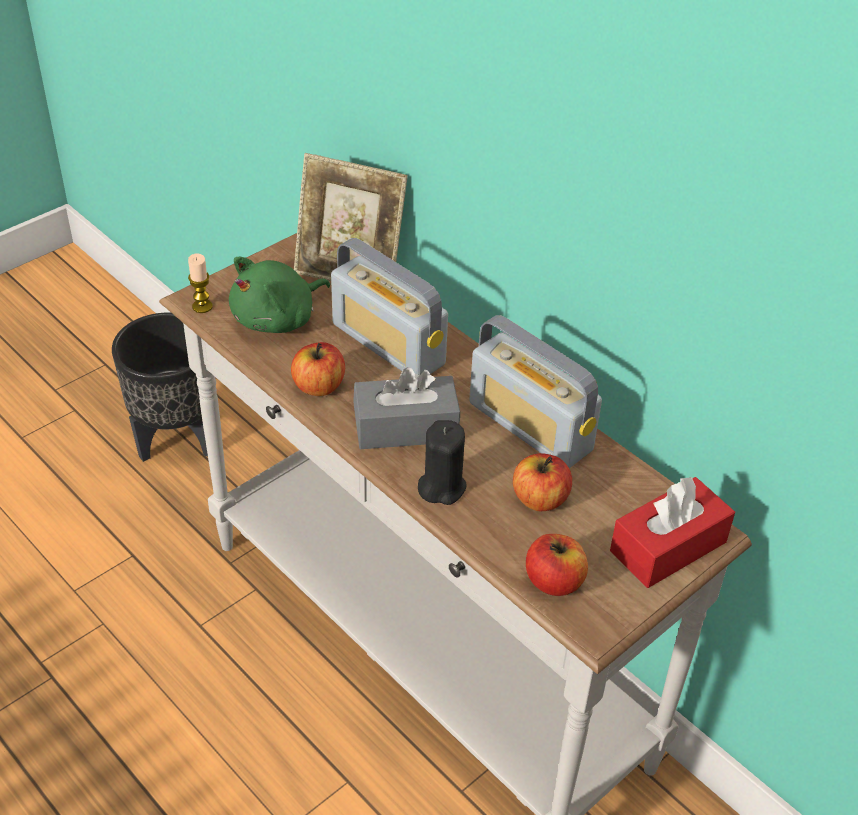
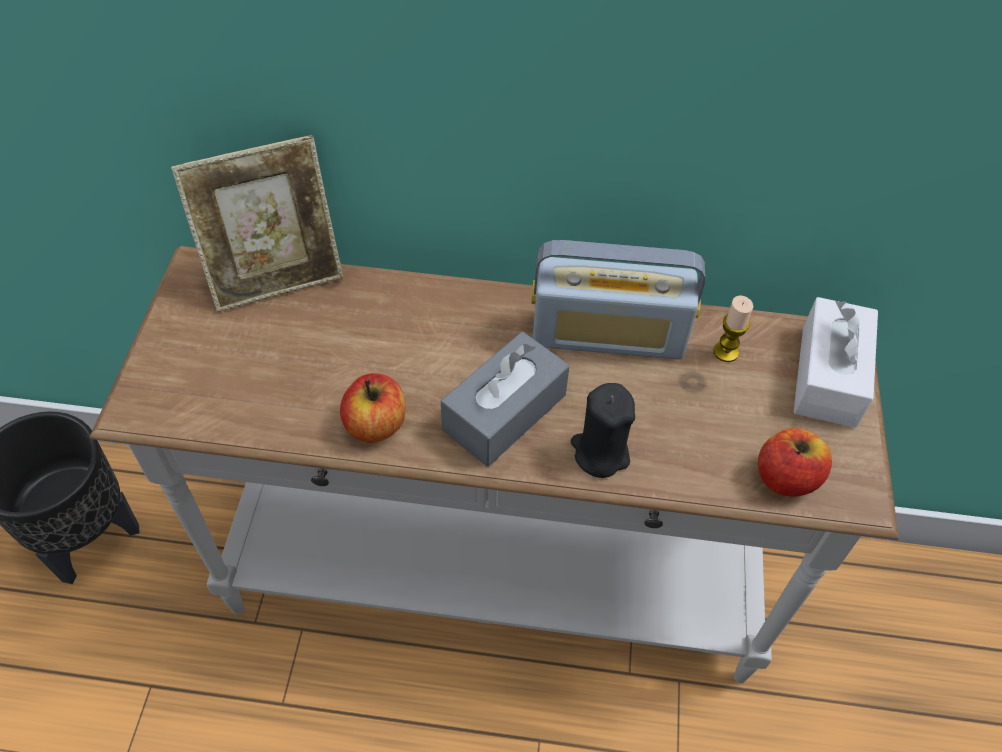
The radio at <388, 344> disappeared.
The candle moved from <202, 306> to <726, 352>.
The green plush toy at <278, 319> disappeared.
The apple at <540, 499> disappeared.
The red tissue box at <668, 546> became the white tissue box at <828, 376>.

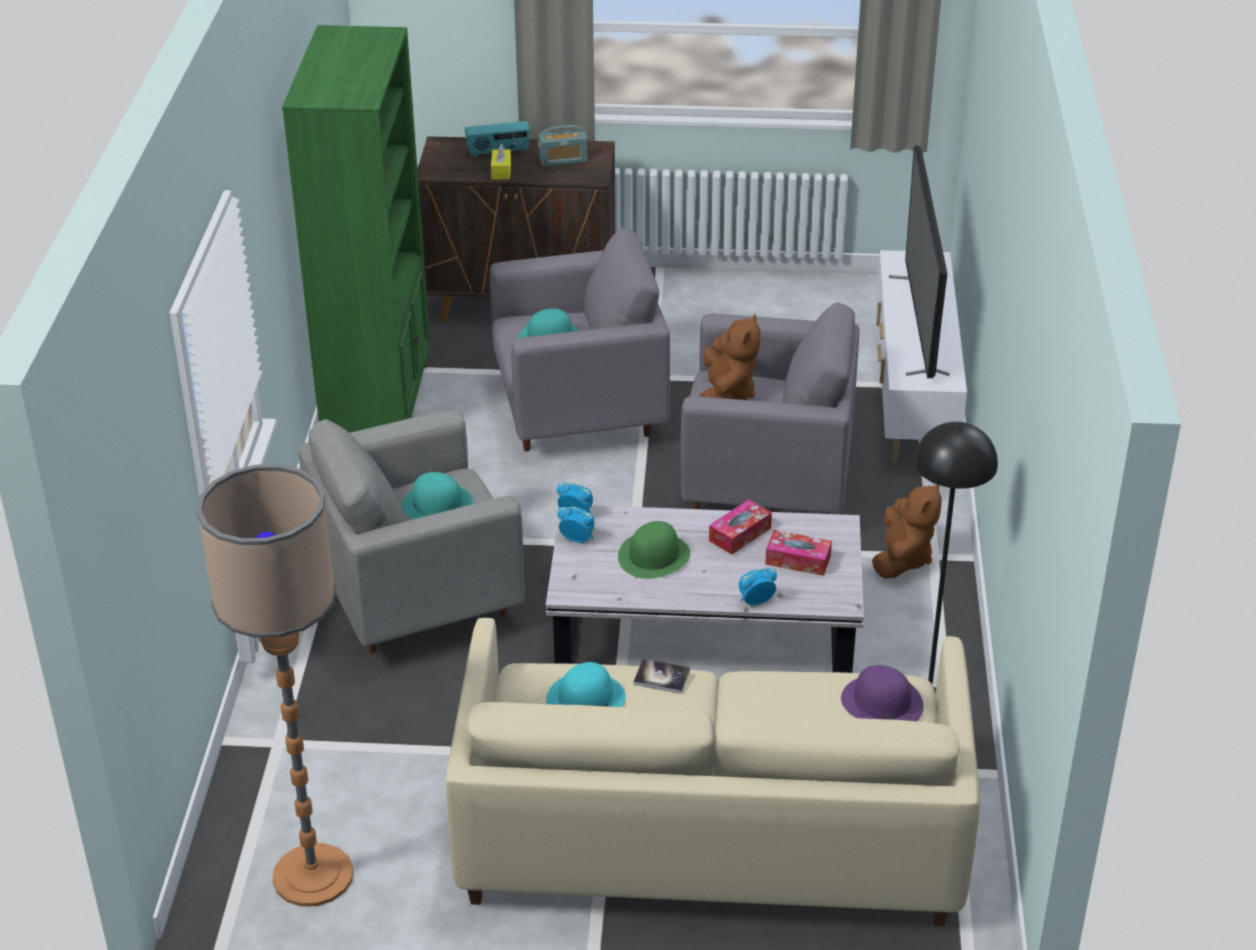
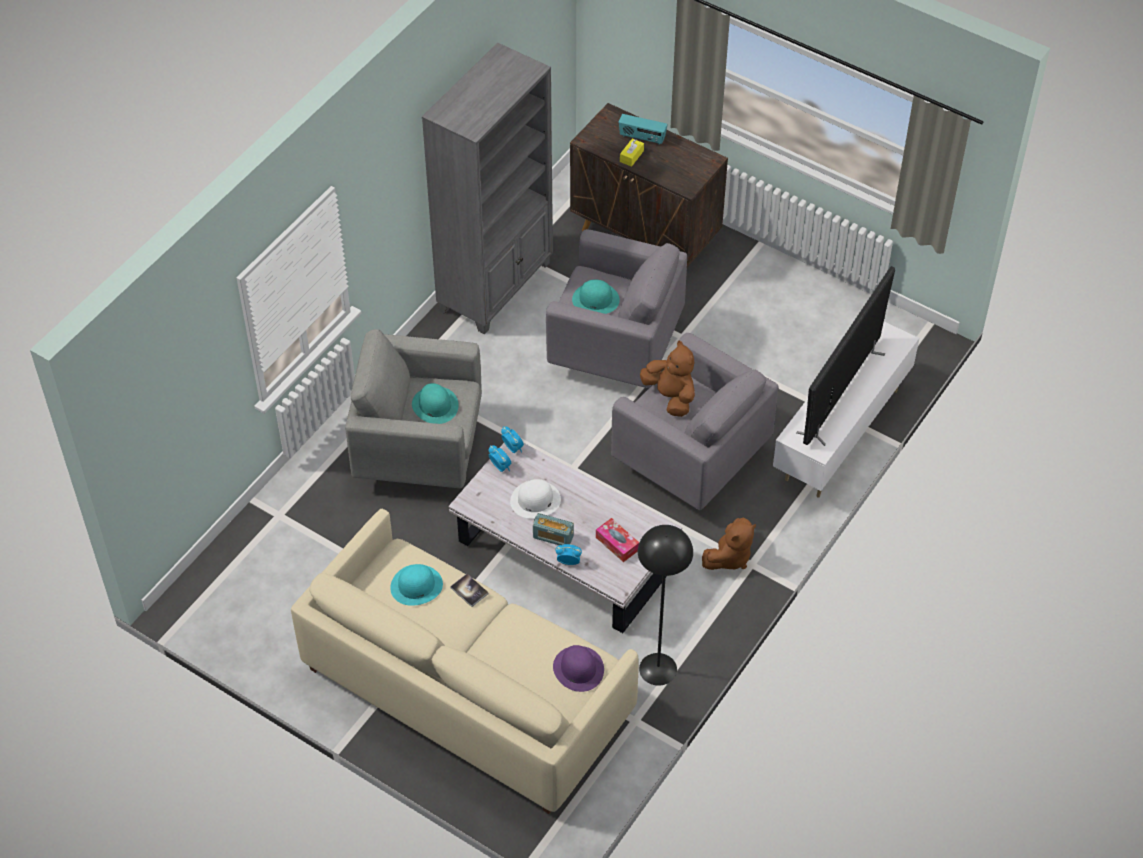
The green bookcase at <379, 405> became the grey bookcase at <496, 286>.
The radio moved from <563, 160> to <553, 537>.
The brown plush toy at <726, 395> turned 75 degrees counterclockwise.
The floor lamp at <313, 876> disappeared.
The tissue box at <740, 534> disappeared.
The green hat at <654, 556> became the white hat at <535, 500>.

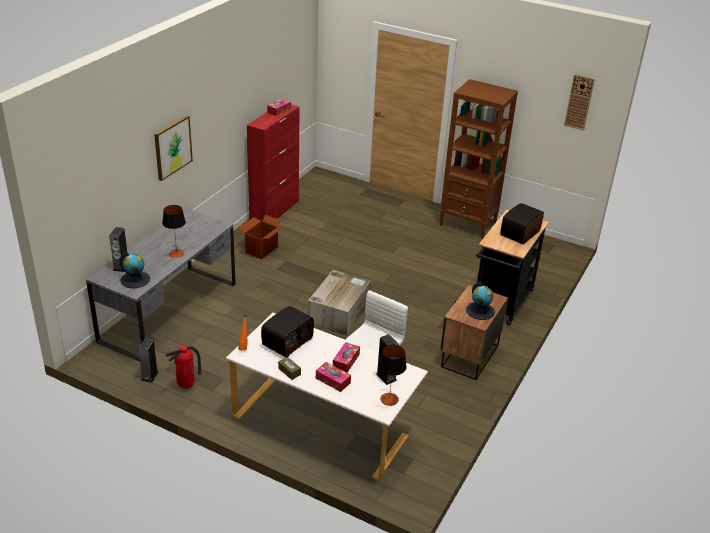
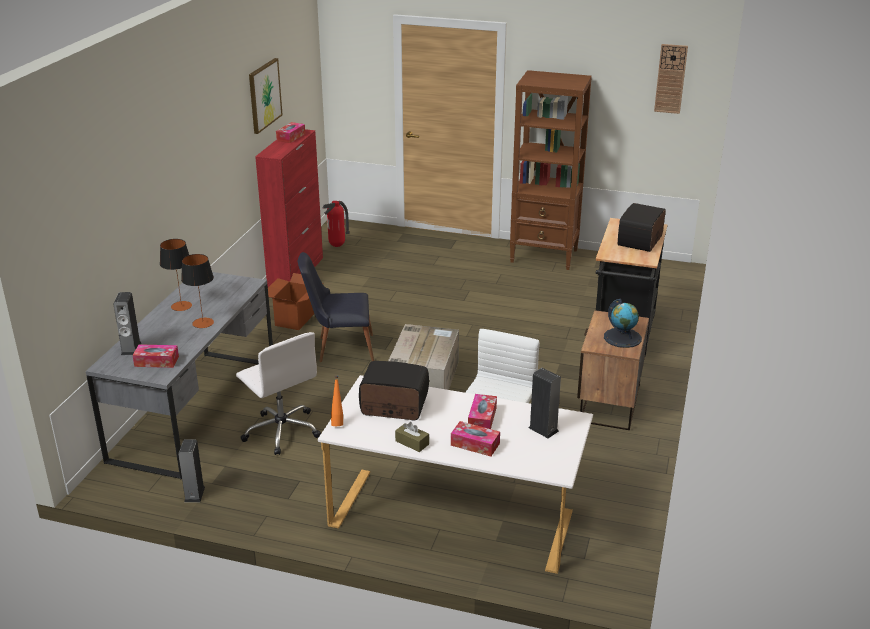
The picture moved from <172, 147> to <264, 95>.
The globe at <135, 279> was replaced by the tissue box at <156, 361>.
The radio at <287, 341> turned 105 degrees counterclockwise.
The fire extinguisher moved from <186, 386> to <337, 246>.
The table lamp moved from <389, 399> to <181, 306>.
The black chair at <339, 348> appeared.
The white office chair at <281, 431> appeared.

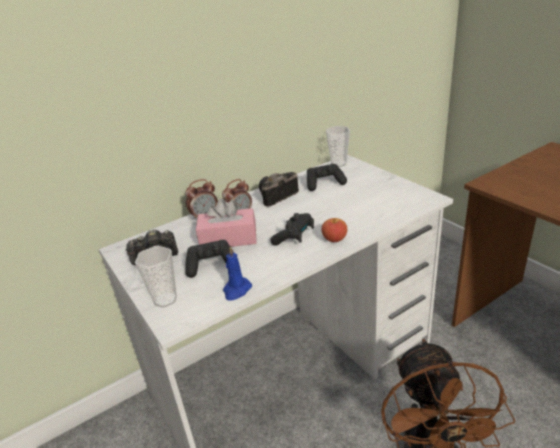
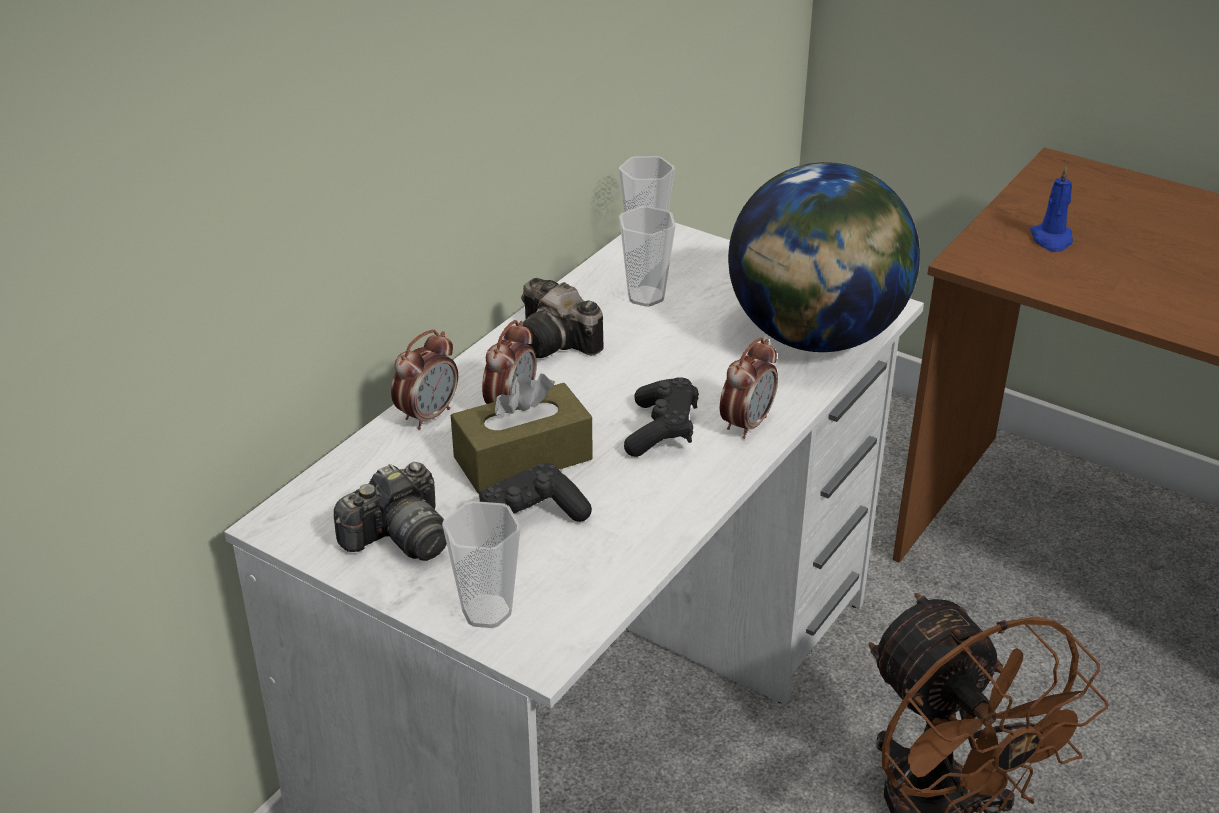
The black game controller at <324, 183> was replaced by the cup at <645, 296>.
The photo camera at <275, 197> turned 75 degrees counterclockwise.
The pink tissue box at <228, 239> became the brown tissue box at <523, 458>.
The apple at <334, 239> was replaced by the alarm clock at <747, 424>.
The blue candle moved from <236, 290> to <1051, 240>.
The globe at <815, 337> appeared.

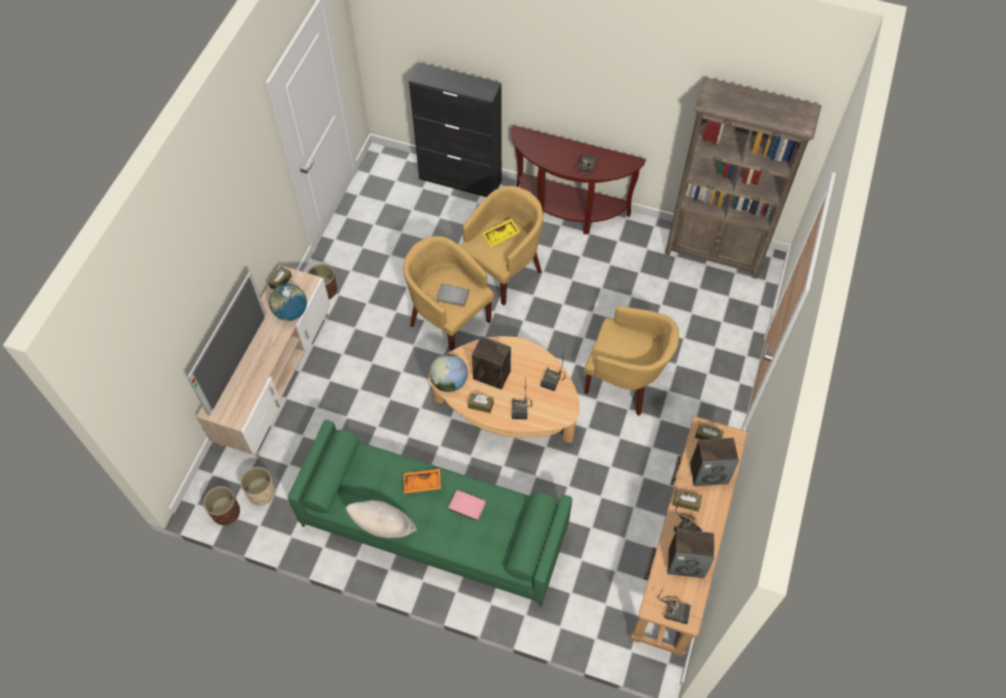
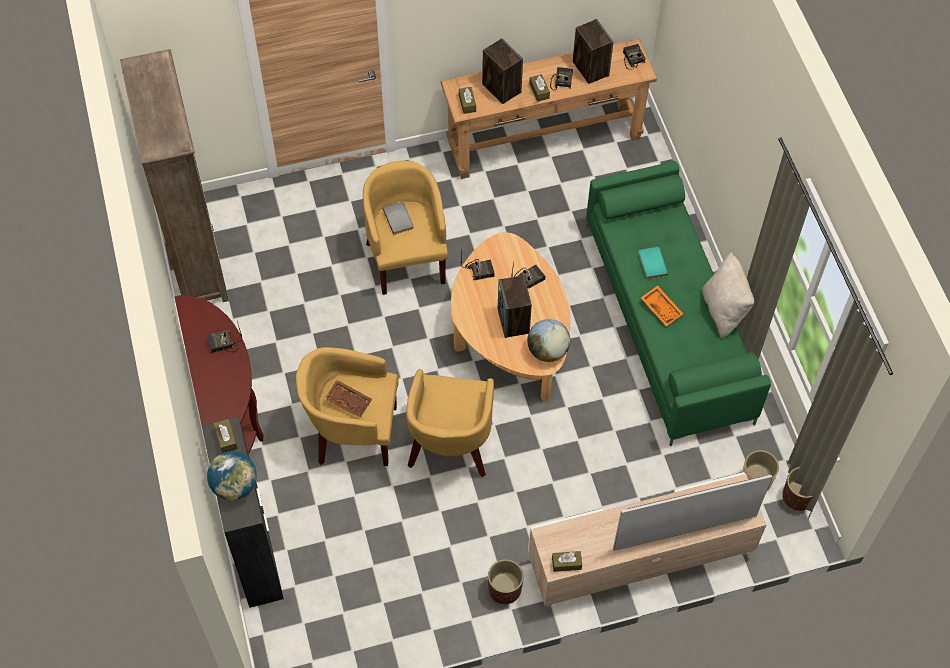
The yellow tray at <501, 236> became the brown tray at <349, 401>.
The globe moved from <291, 312> to <235, 486>.
The grey book moved from <452, 297> to <399, 219>.
The brown tissue box moved from <480, 405> to <226, 439>.
The pink book at <467, 505> became the turquoise book at <651, 264>.

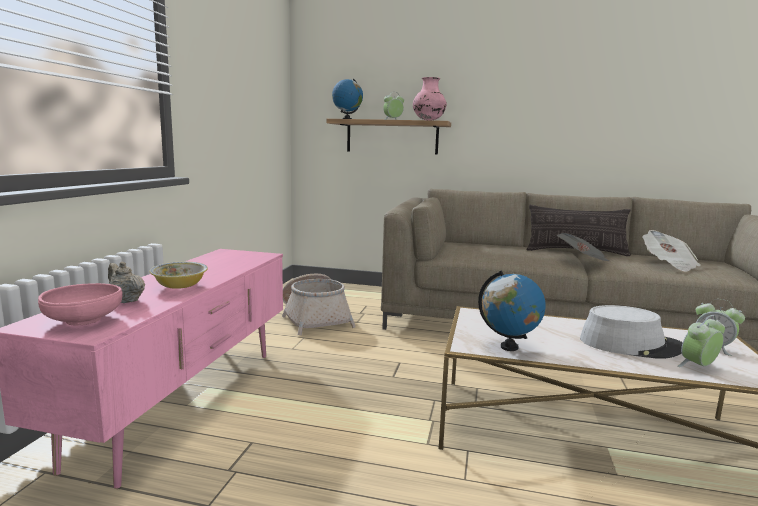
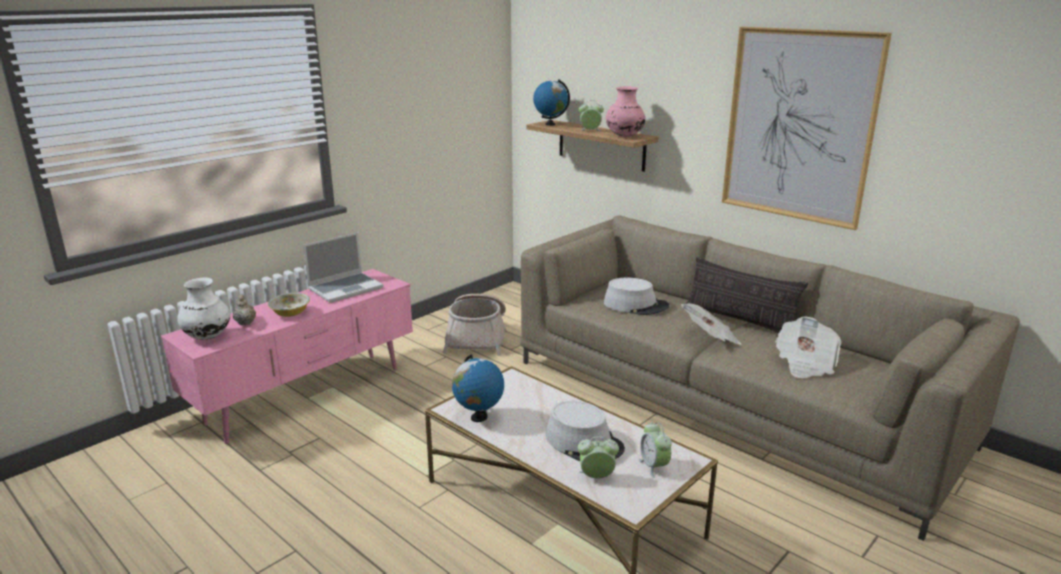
The pink bowl at <83, 320> was replaced by the white vase at <207, 336>.
The picture at <798, 126> appeared.
The laptop at <346, 288> appeared.
The grey hat at <635, 305> appeared.

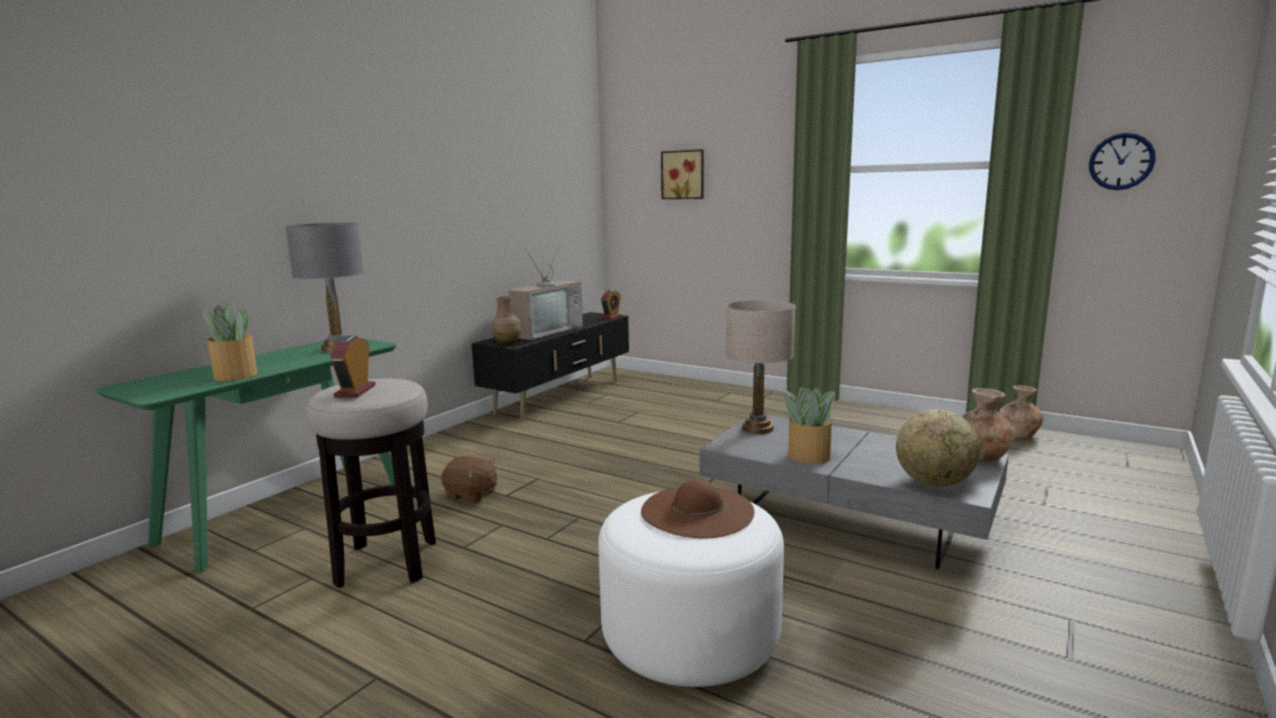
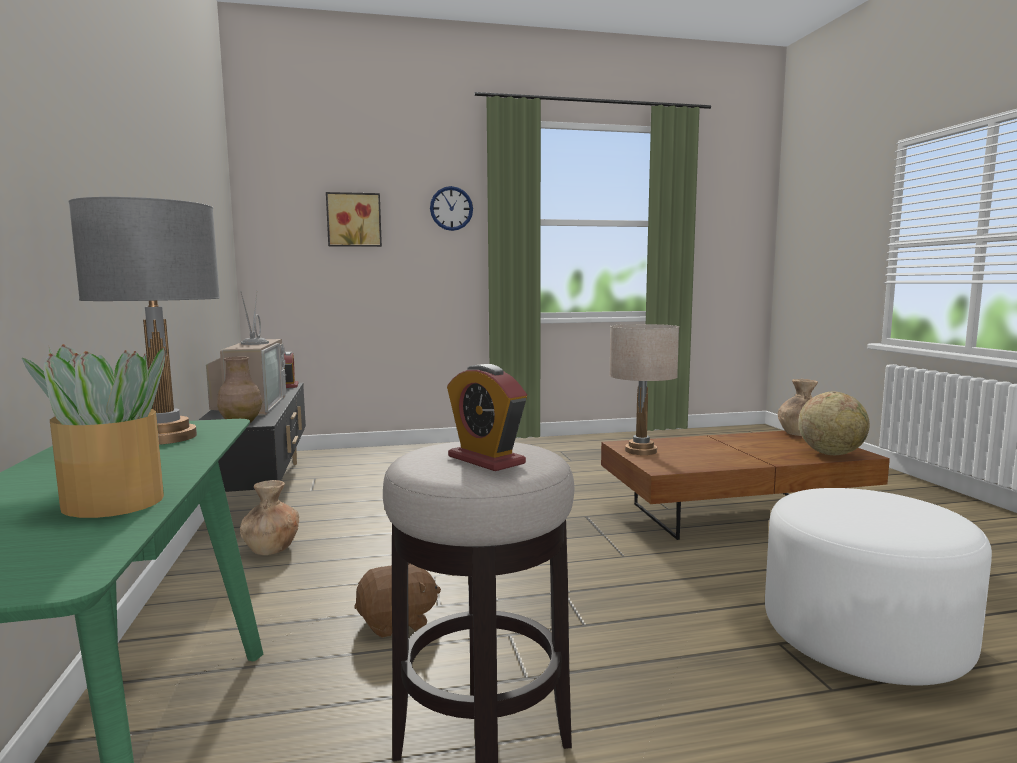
The wall clock moved from <1121, 161> to <451, 208>.
The brown vase moved from <1018, 435> to <272, 548>.
The potted plant at <808, 456> disappeared.
The grey coffee table at <848, 519> became the brown coffee table at <734, 513>.
The brown hat at <697, 511> disappeared.

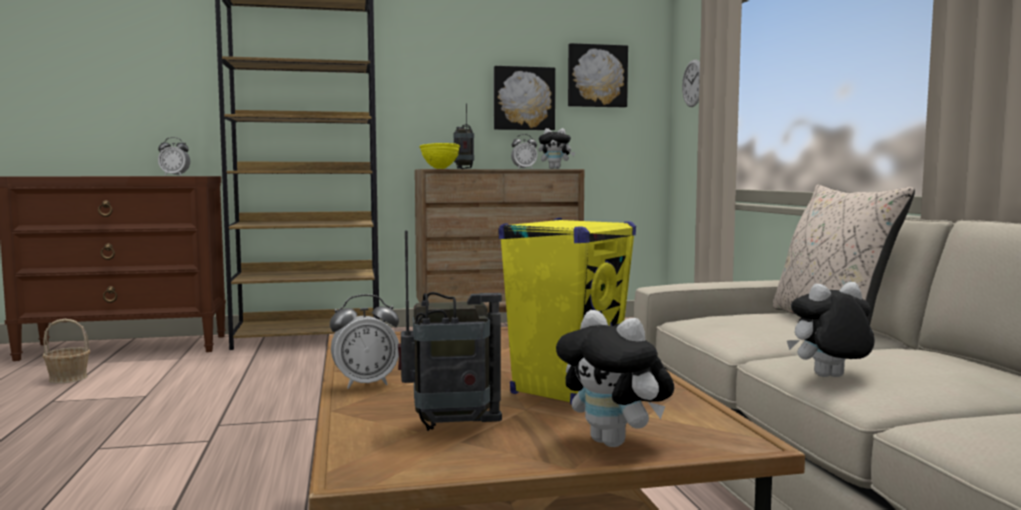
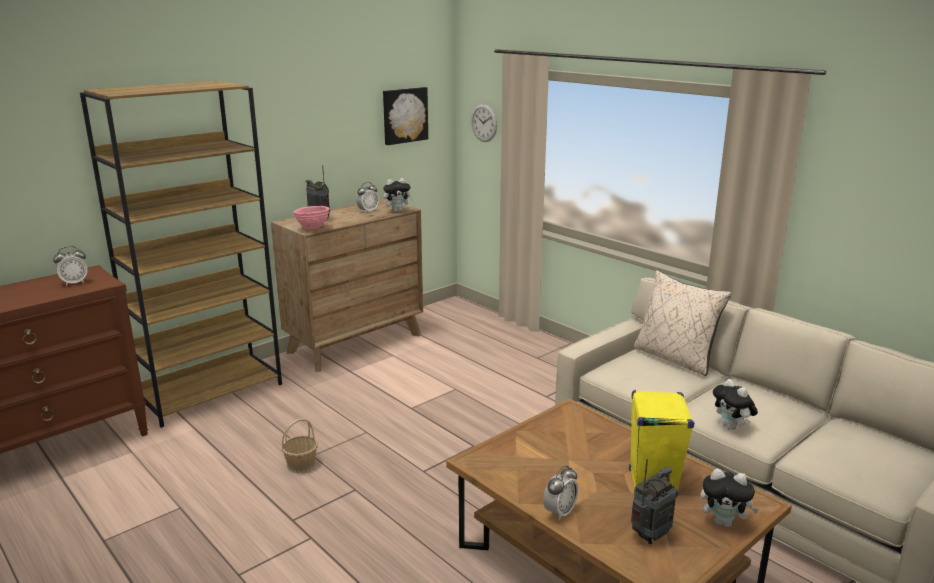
The picture at <523, 98> disappeared.
The yellow bowl at <440, 168> became the pink bowl at <312, 229>.
The plush toy at <829, 378> turned 75 degrees counterclockwise.
The basket moved from <68, 378> to <301, 464>.

